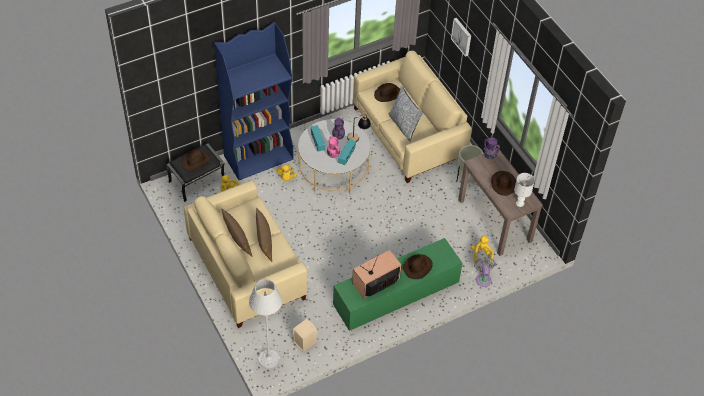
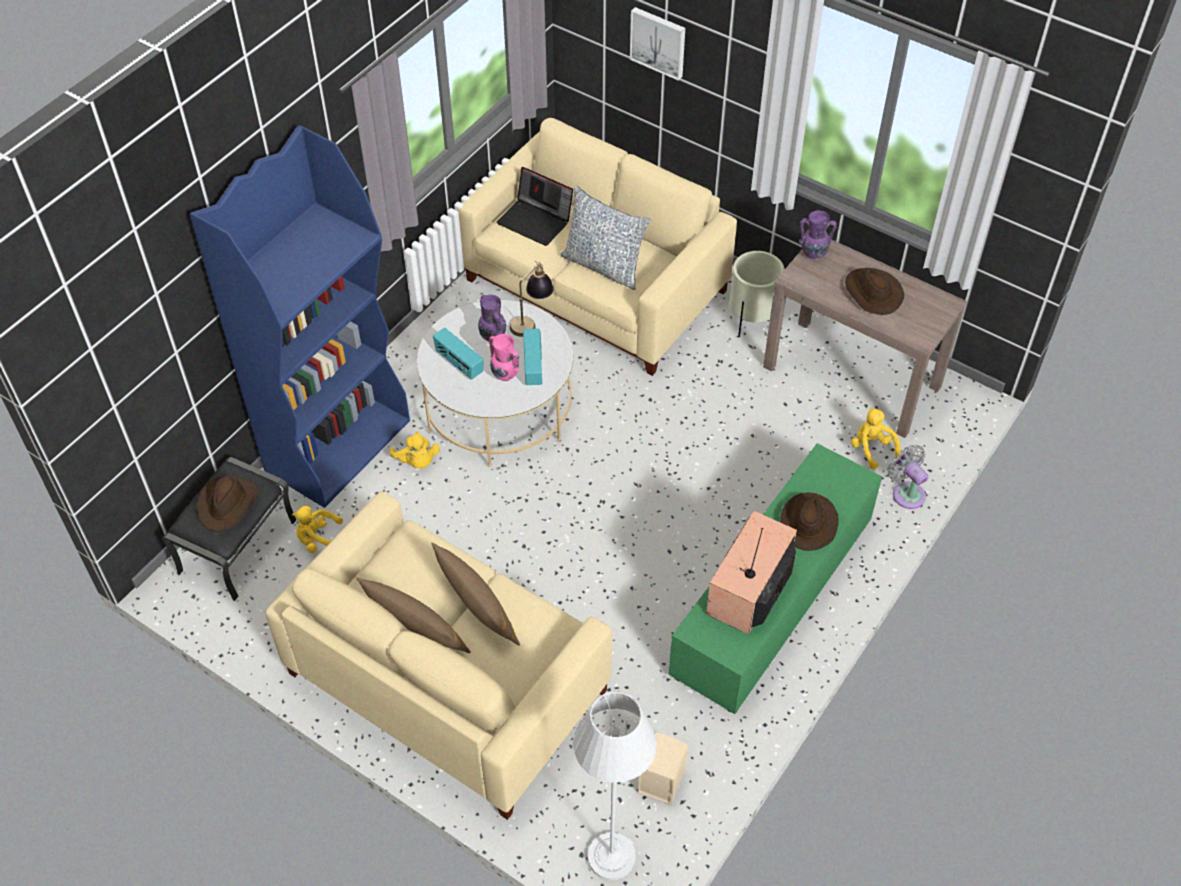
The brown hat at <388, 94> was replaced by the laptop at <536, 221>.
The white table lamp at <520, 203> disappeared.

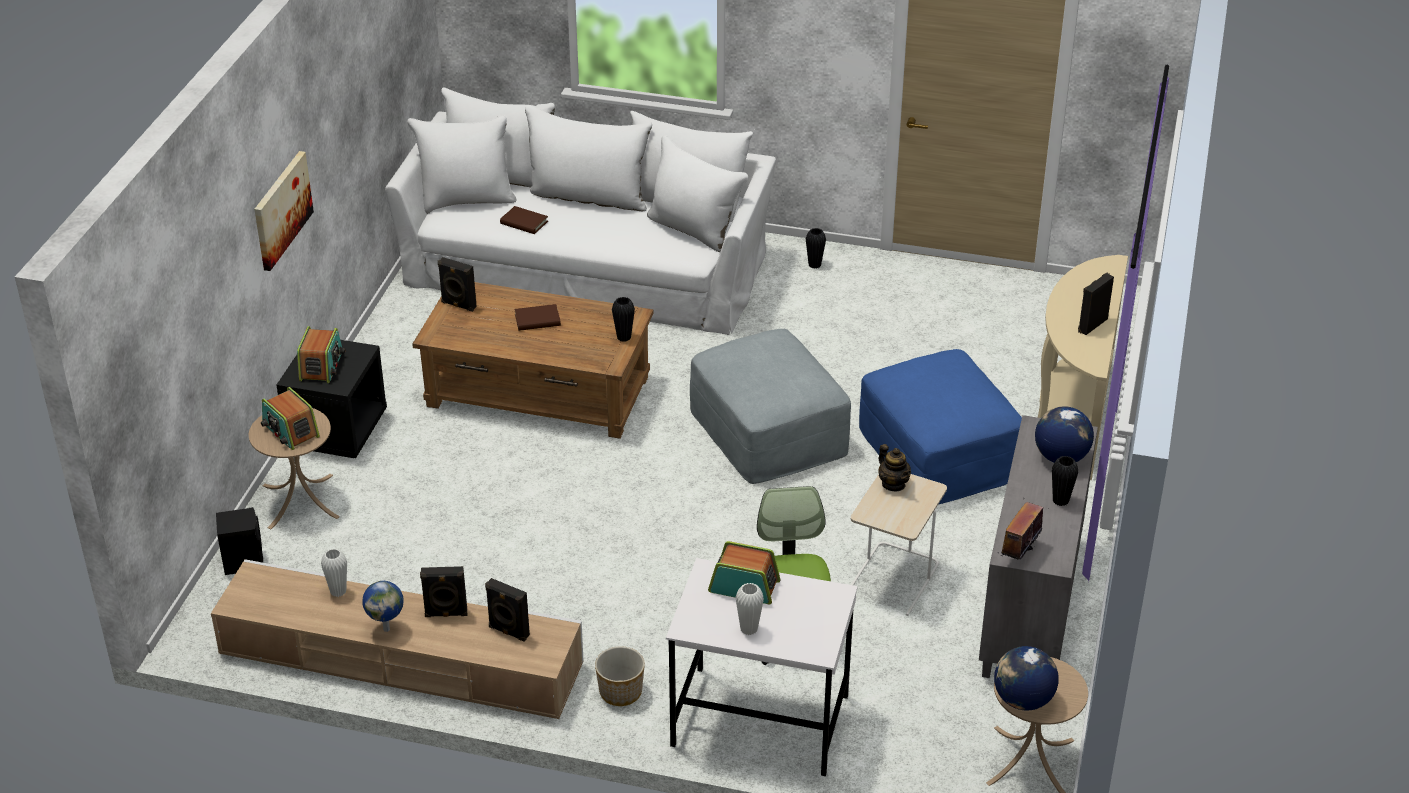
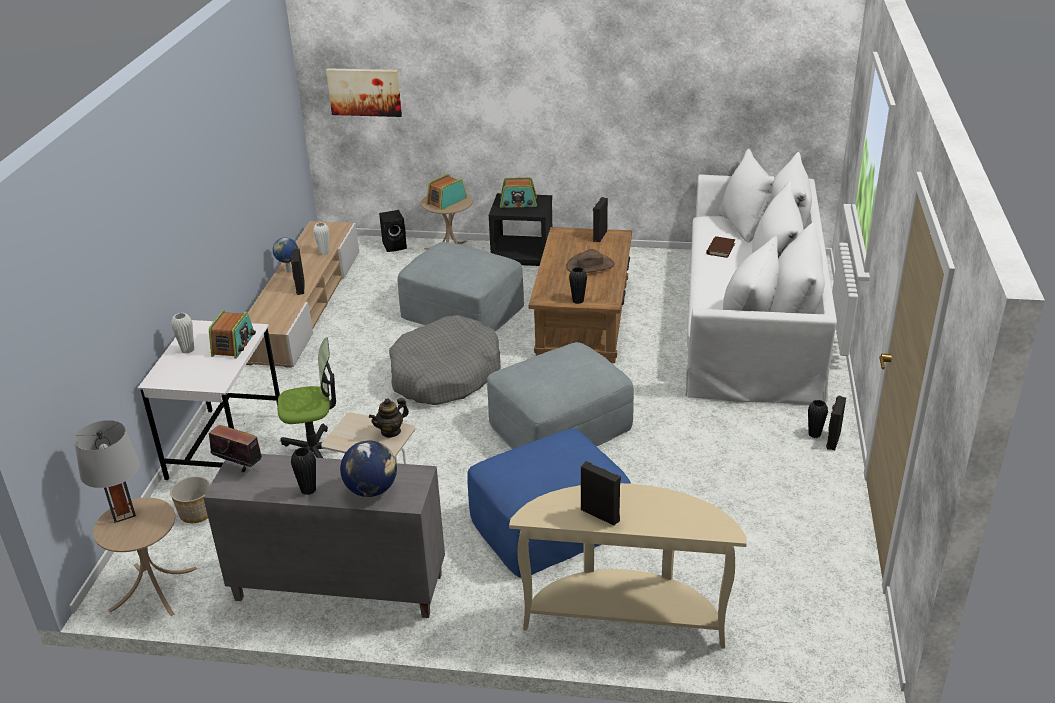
The picture moved from <281, 210> to <364, 92>.
The brown book at <537, 320> was replaced by the brown hat at <590, 266>.
The black speaker moved from <508, 632> to <832, 440>.
The planter moved from <620, 691> to <197, 513>.
The globe at <1022, 700> was replaced by the grey table lamp at <123, 513>.
The grey ottoman at <462, 311> appeared.
The grey dog bed at <445, 375> appeared.

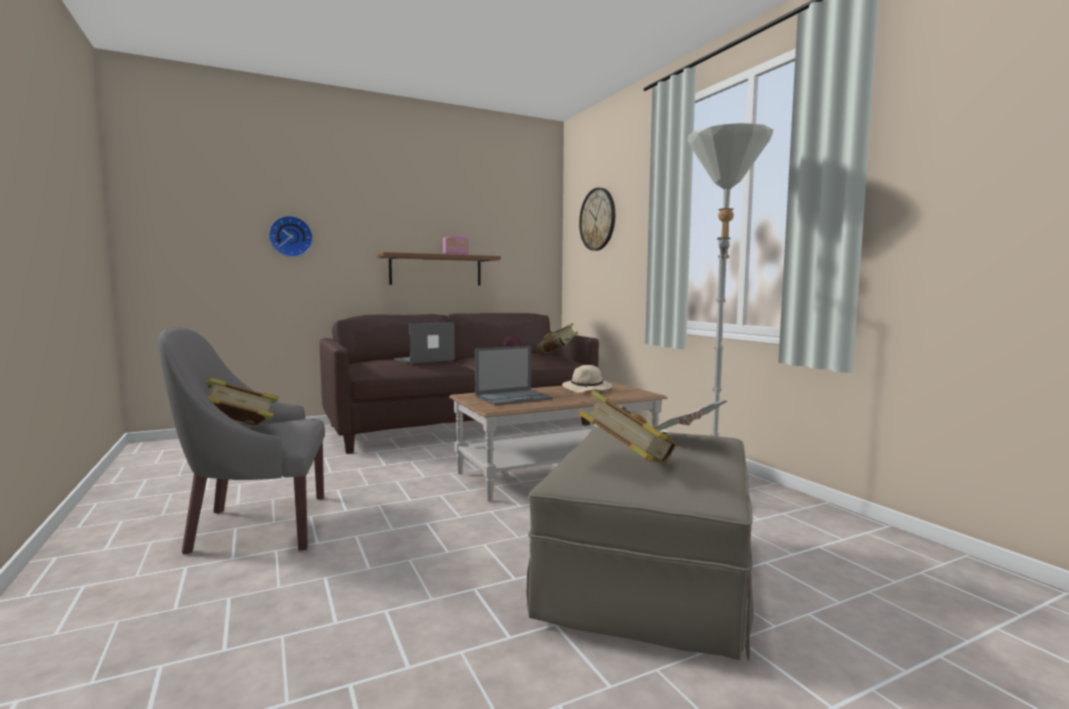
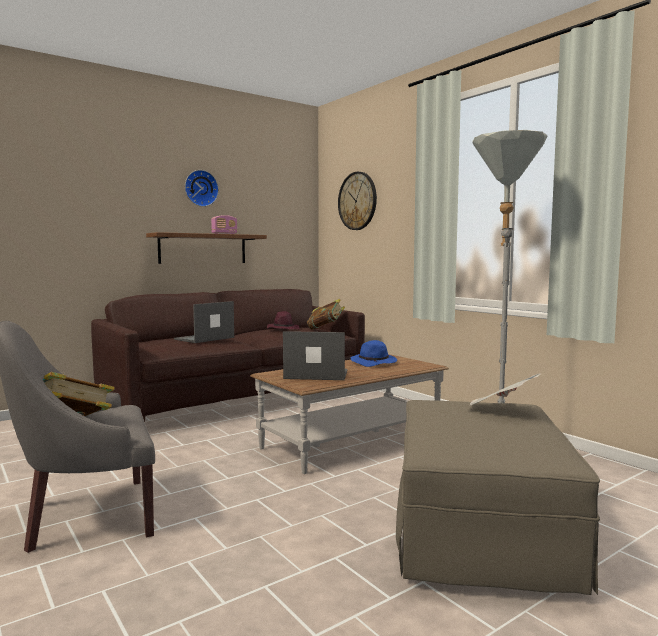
The wall clock moved from <290, 236> to <200, 188>.
The laptop at <514, 398> turned 135 degrees counterclockwise.
The beige hat at <587, 389> became the blue hat at <374, 363>.
The book at <627, 464> disappeared.

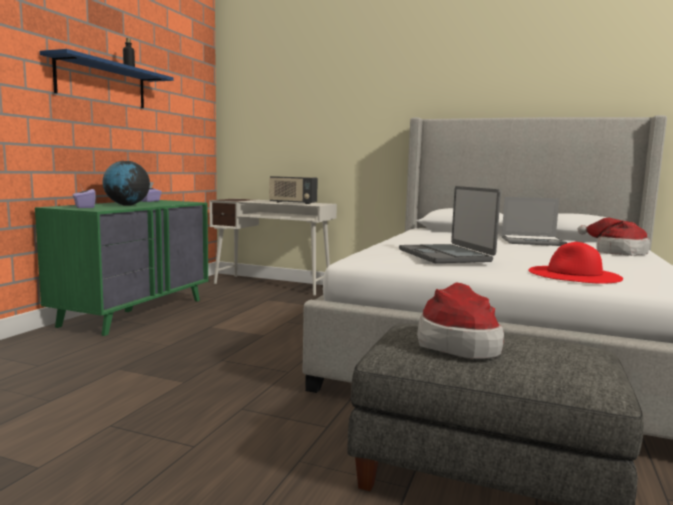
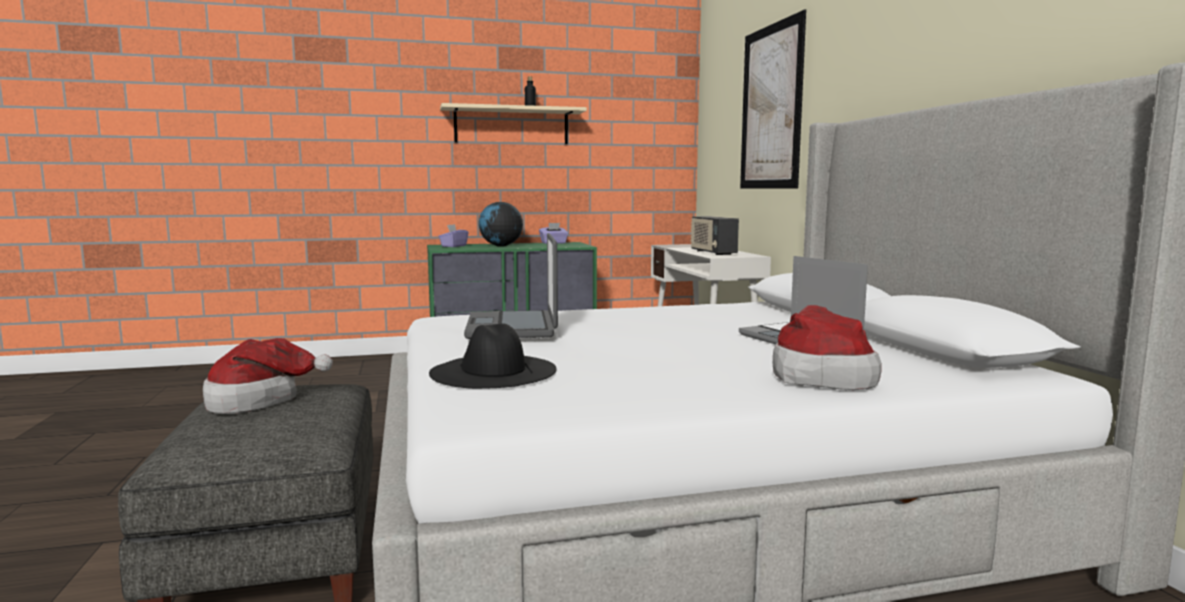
The blue shelf at <102, 83> became the beige shelf at <511, 125>.
The laptop at <445, 255> turned 45 degrees counterclockwise.
The red hat at <574, 274> became the black hat at <493, 371>.
The picture at <770, 107> appeared.

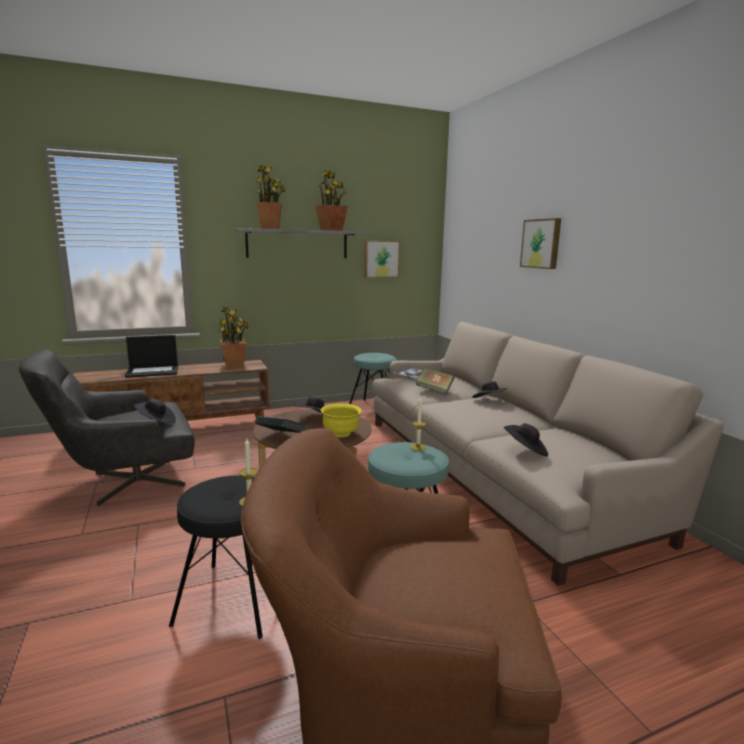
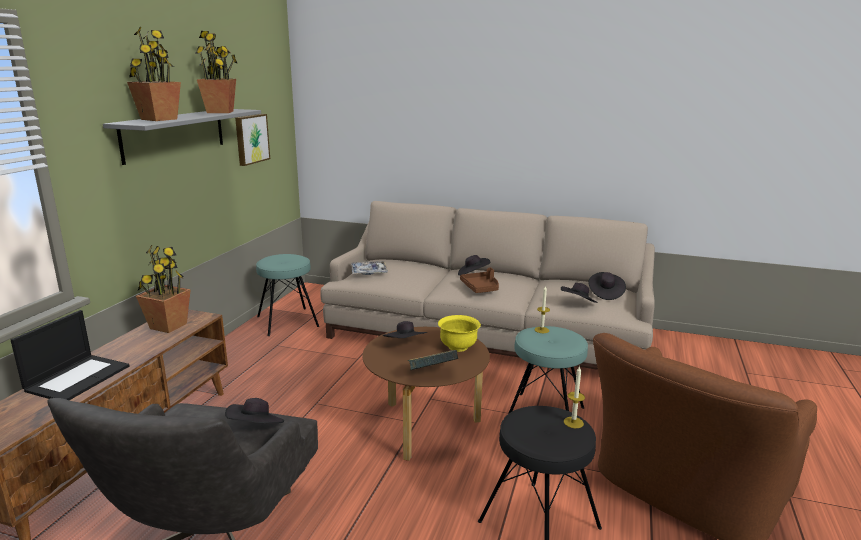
The picture at <541, 243> disappeared.
The book at <434, 390> disappeared.
The brown tray at <481, 288> appeared.
The black hat at <605, 293> appeared.

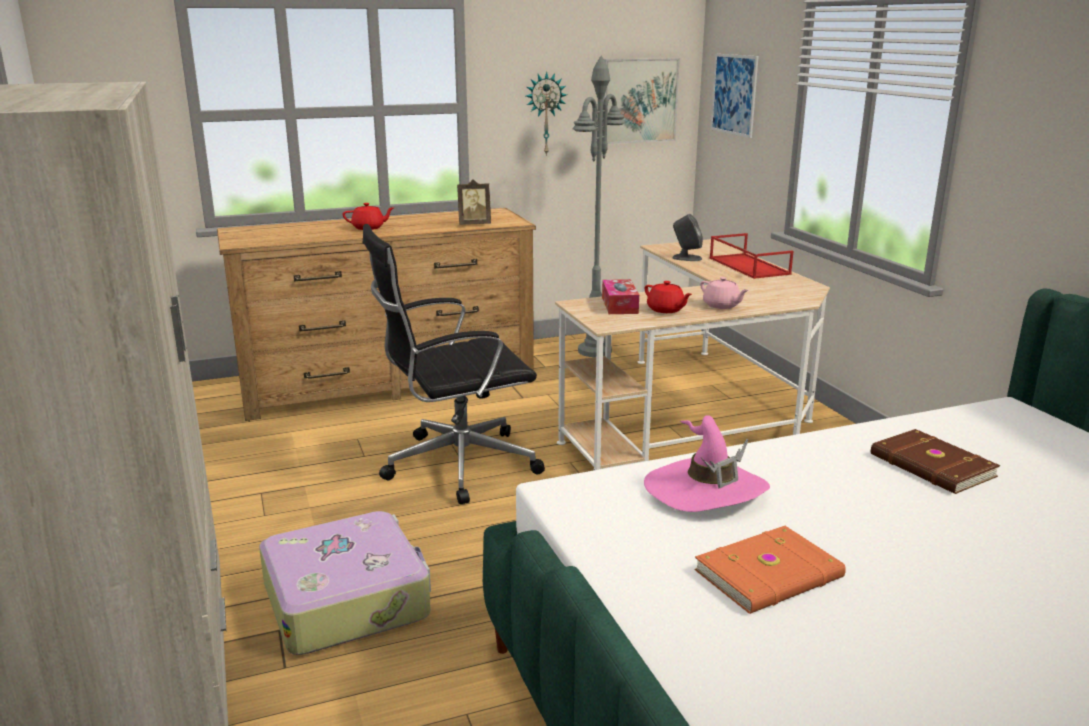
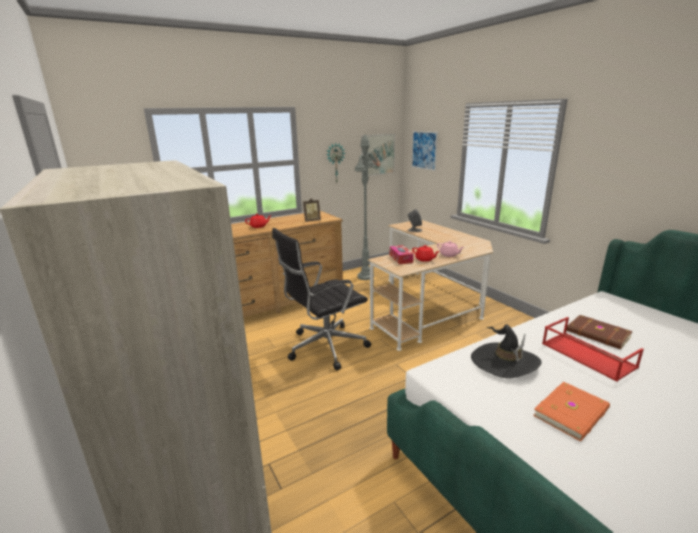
The red tray moved from <747, 266> to <586, 355>.
The pink hat at <705, 490> became the black hat at <504, 362>.
The suitcase at <347, 599> disappeared.

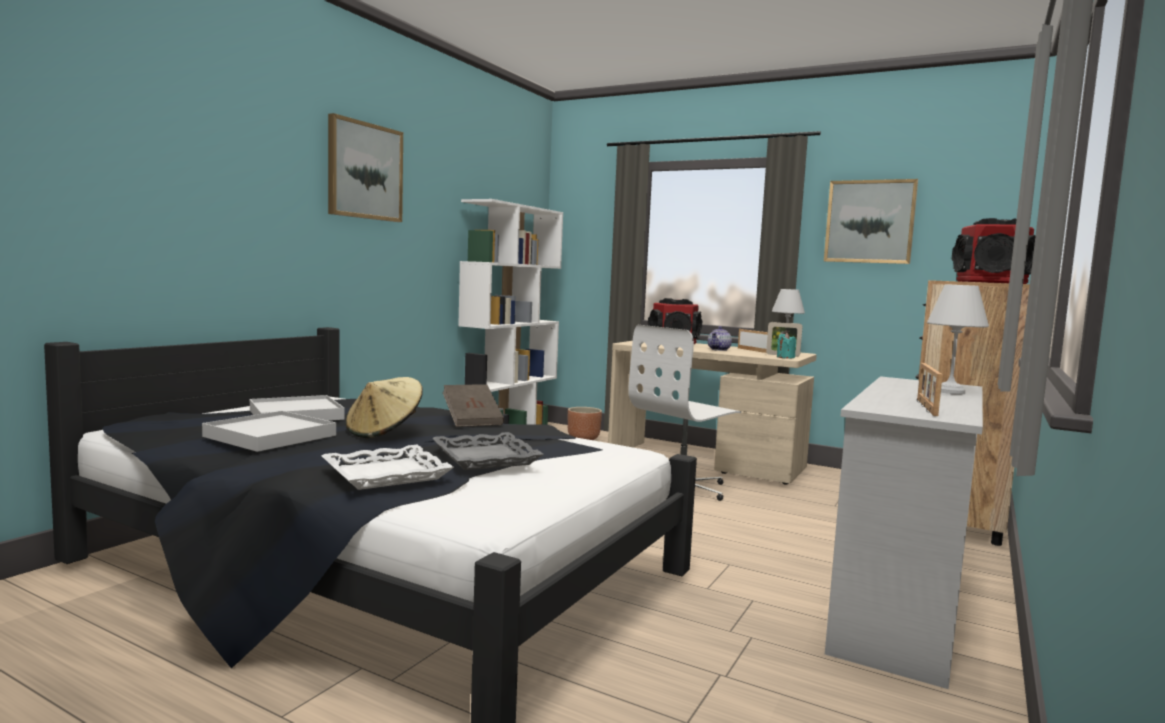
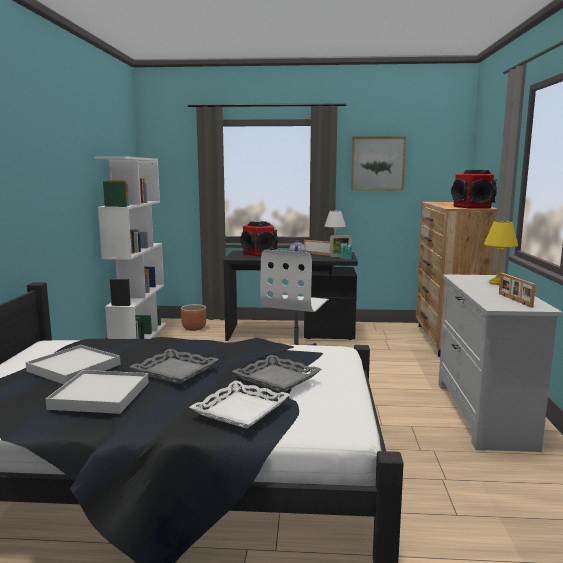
The picture at <364, 171> disappeared.
The white table lamp at <951, 392> became the yellow table lamp at <497, 283>.
The beige desk at <705, 463> became the black desk at <291, 333>.
The beige hat at <384, 431> was replaced by the grey tray at <175, 371>.
The brown book at <472, 420> disappeared.

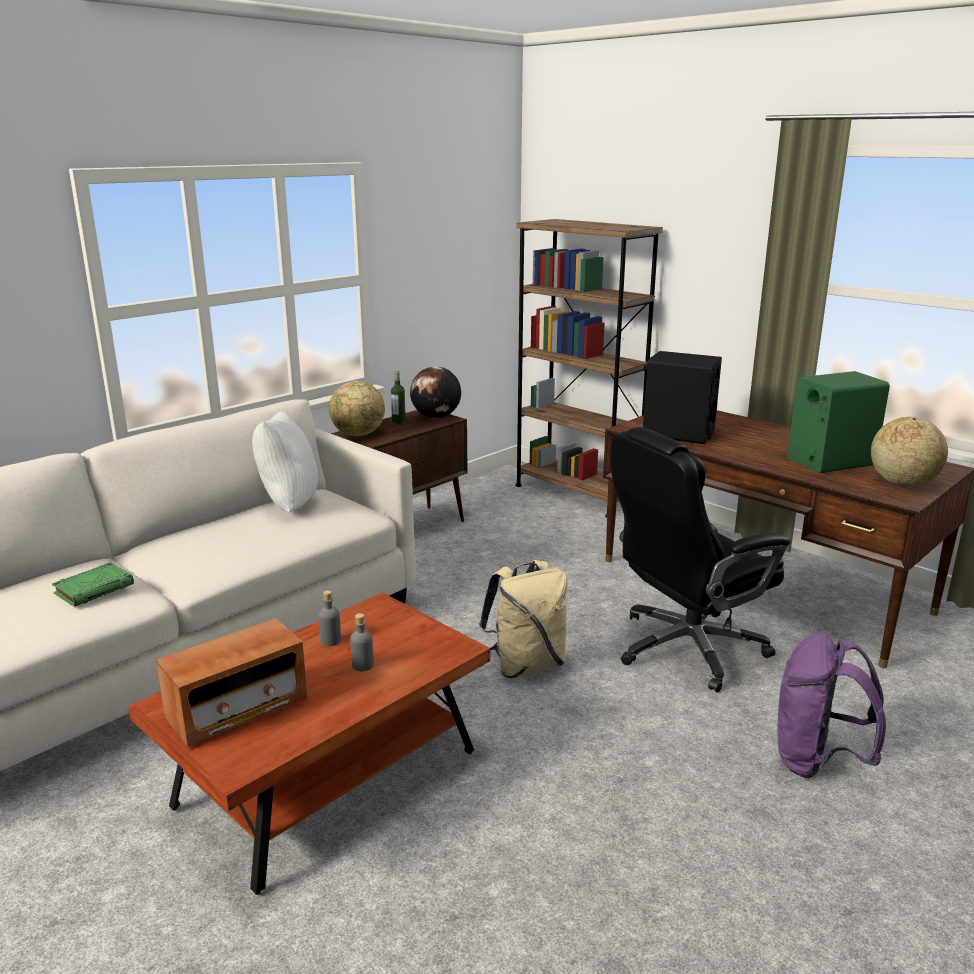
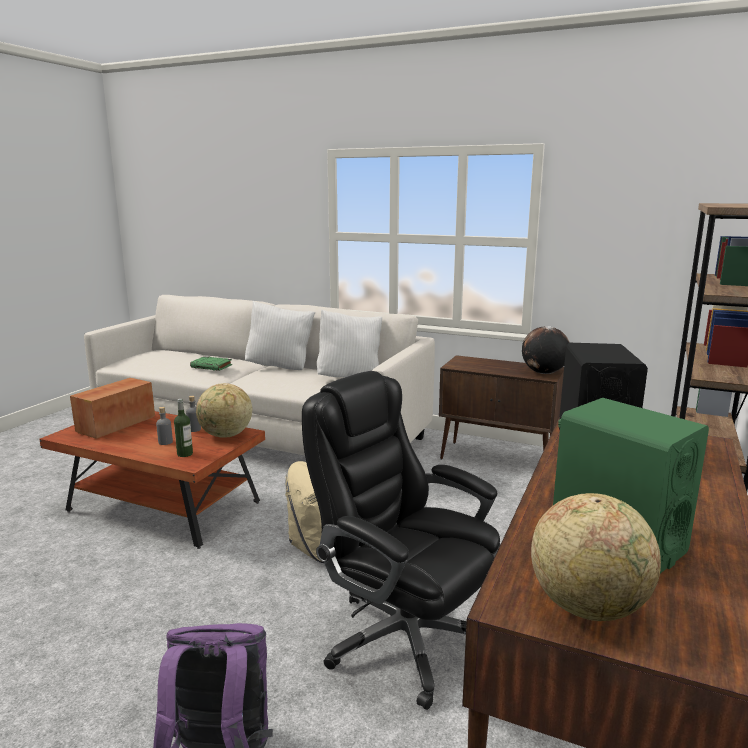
The bottle moved from <398, 421> to <185, 454>.
The globe moved from <358, 435> to <226, 436>.
The radio at <238, 710> turned 90 degrees clockwise.
The white pillow at <280, 367> appeared.

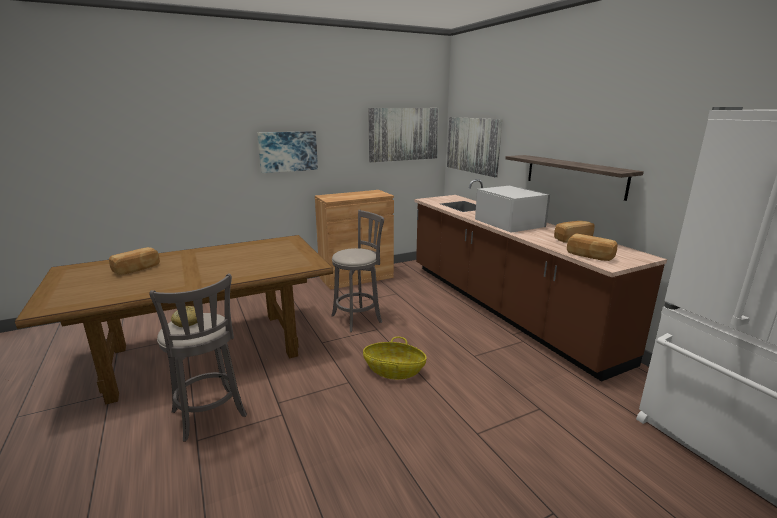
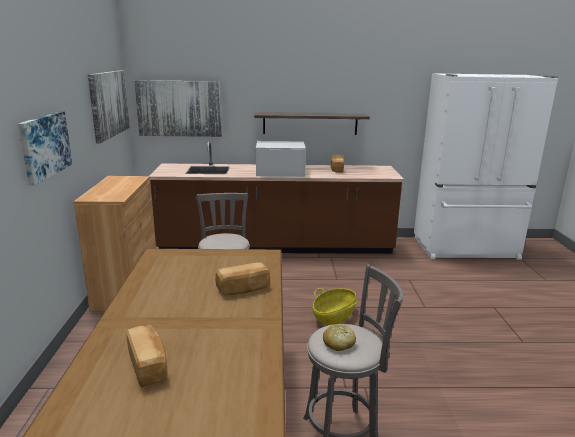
The bread moved from <589, 256> to <243, 289>.

